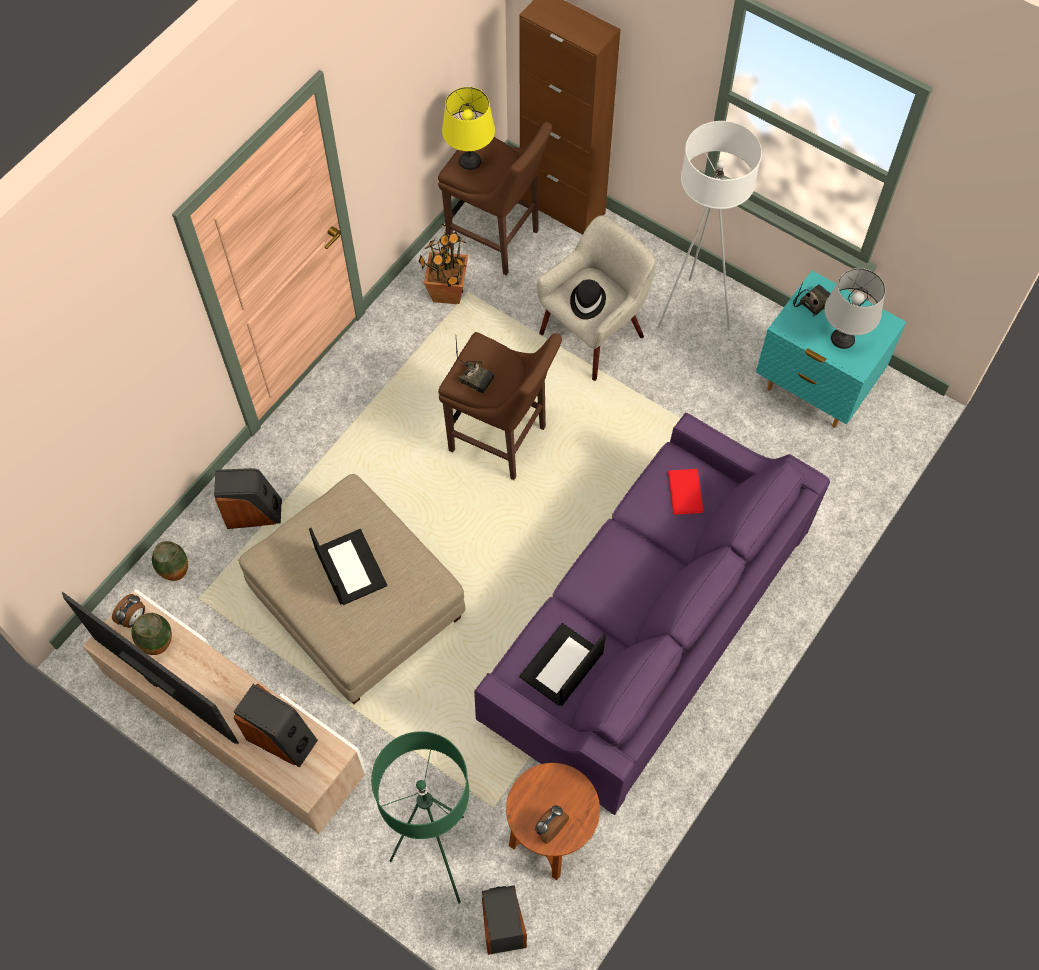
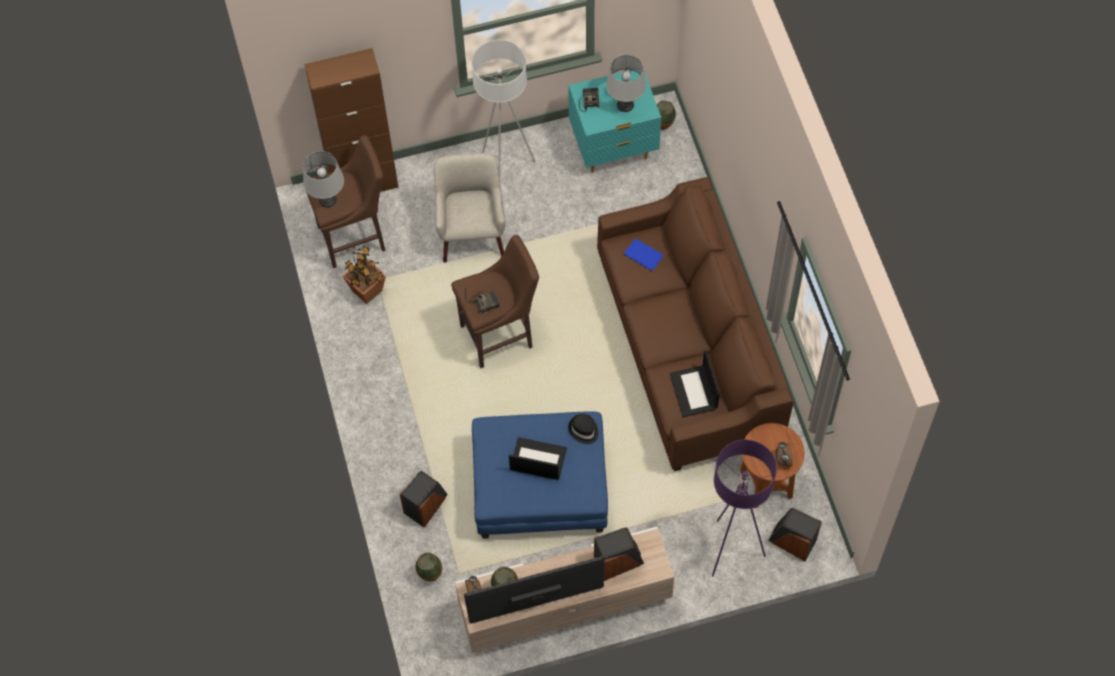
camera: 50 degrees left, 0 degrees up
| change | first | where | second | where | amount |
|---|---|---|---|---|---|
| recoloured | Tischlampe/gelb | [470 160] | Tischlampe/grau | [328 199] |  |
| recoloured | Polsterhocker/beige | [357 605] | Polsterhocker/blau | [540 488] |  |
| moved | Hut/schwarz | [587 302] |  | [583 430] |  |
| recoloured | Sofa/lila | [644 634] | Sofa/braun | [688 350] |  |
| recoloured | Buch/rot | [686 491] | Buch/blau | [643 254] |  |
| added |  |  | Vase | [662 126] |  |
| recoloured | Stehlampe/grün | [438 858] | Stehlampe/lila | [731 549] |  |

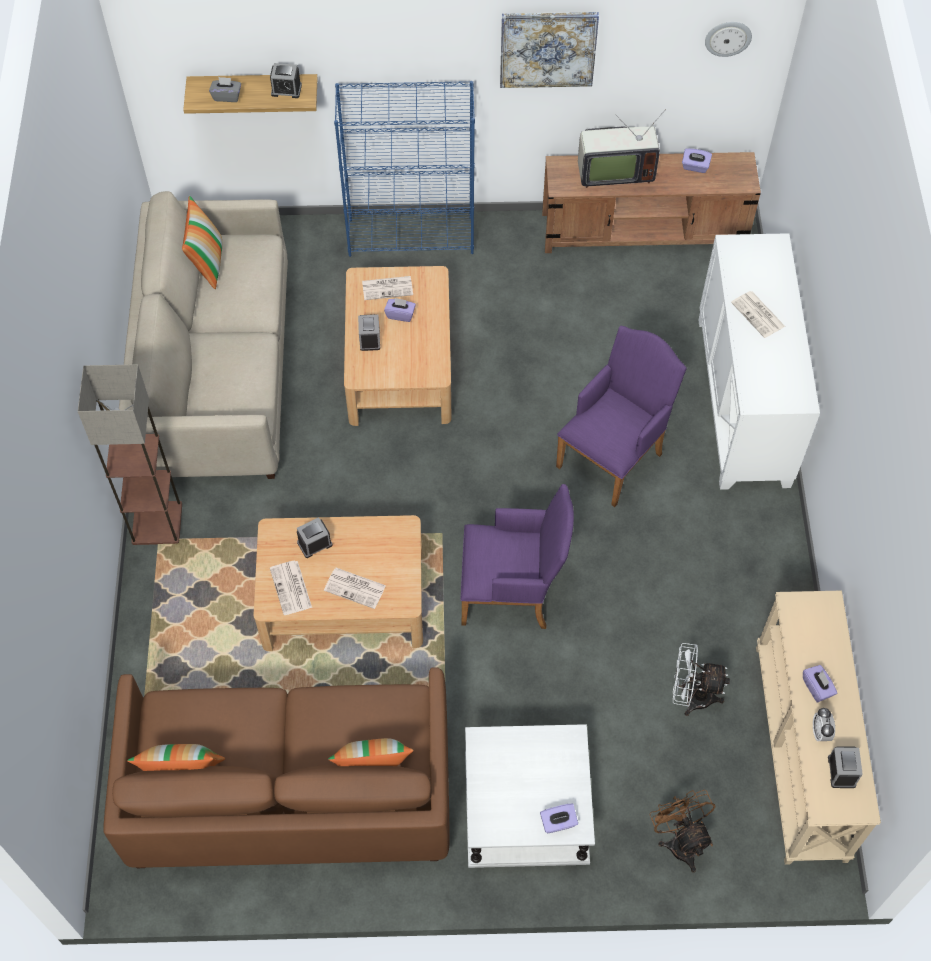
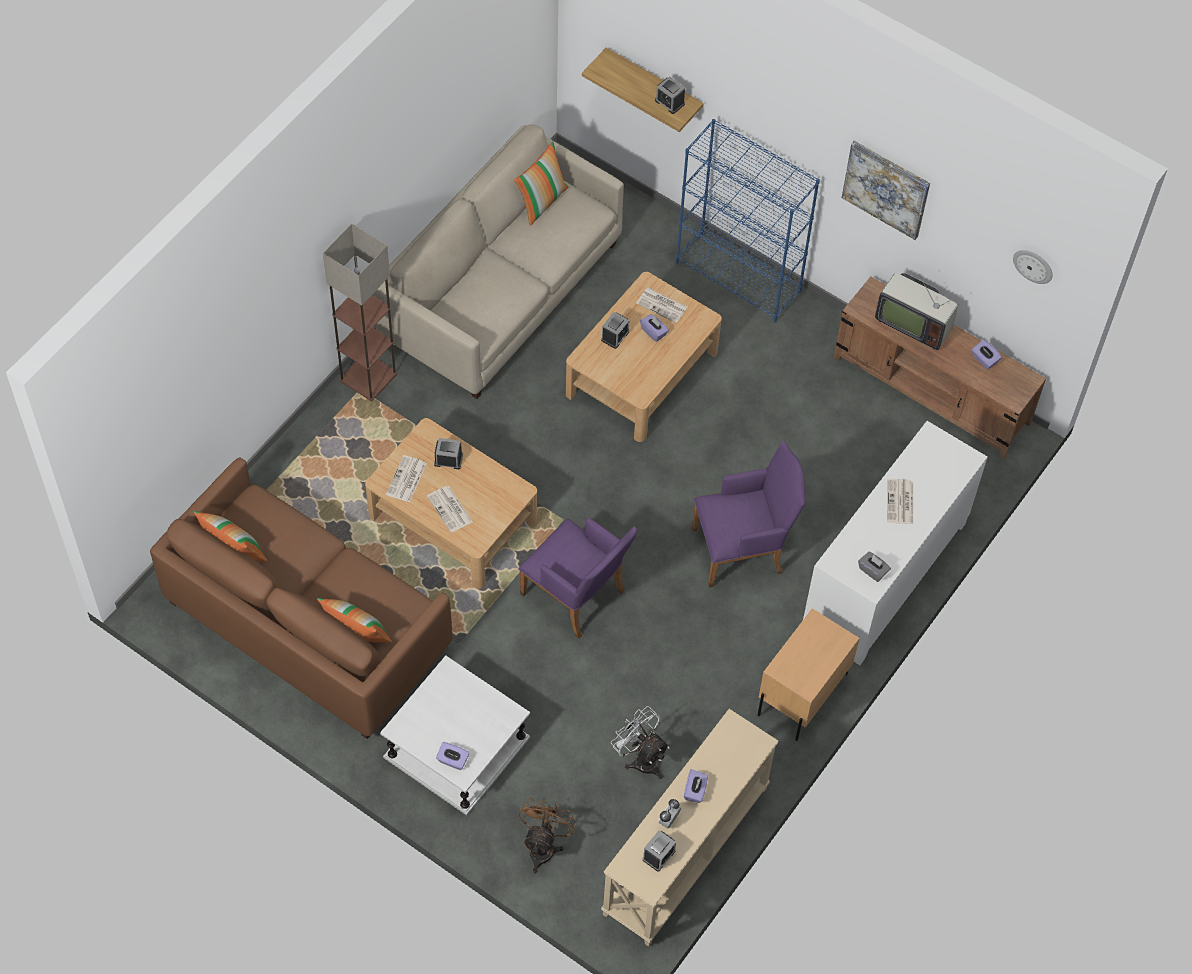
camera: 35 degrees right, 0 degrees up
| change | first | where | second | where | amount |
|---|---|---|---|---|---|
| added |  |  | Nachttisch/beige | [802 694] |  |
| moved | Taschentuchbox/grau | [227 96] |  | [873 570] |  |

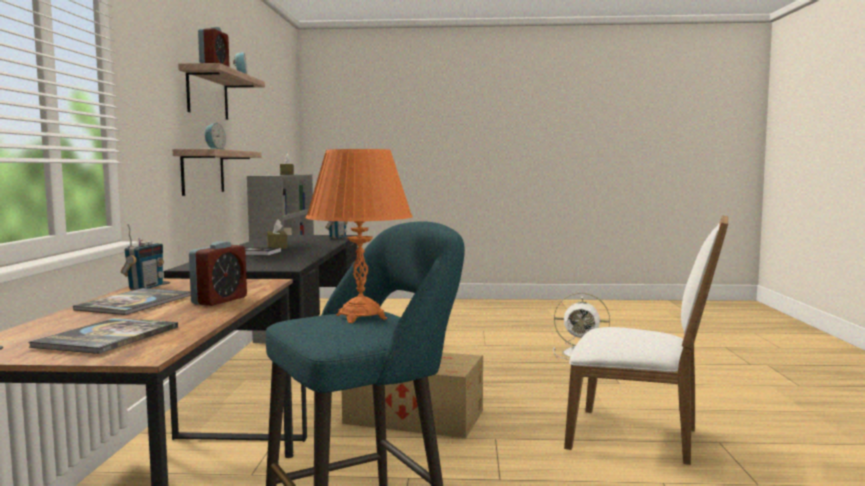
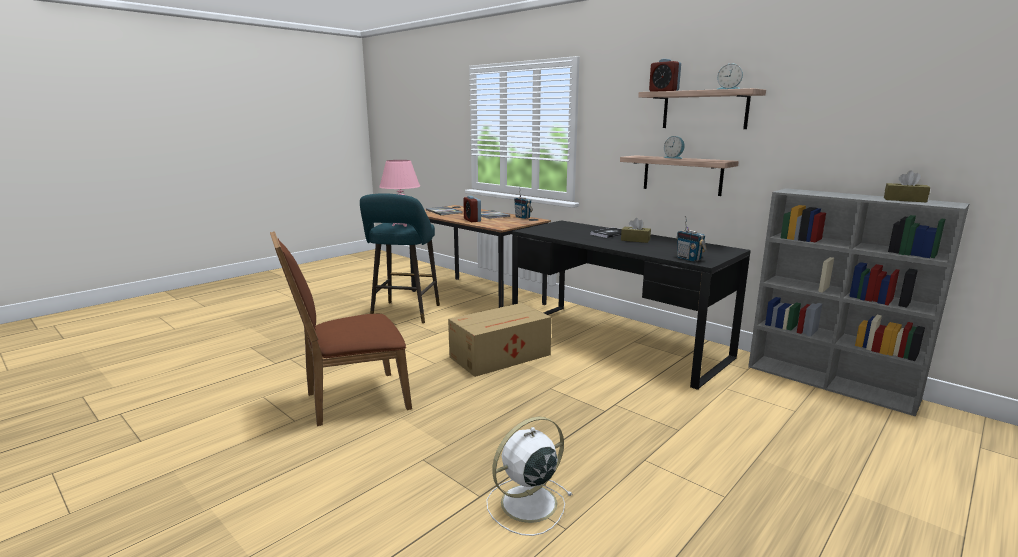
camera: 130 degrees right, 10 degrees up
| change | first | where | second | where | amount |
|---|---|---|---|---|---|
| recoloured | Stuhl/weiß | [641 438] | Stuhl/braun | [351 400] |  |
| recoloured | Tischlampe/orange | [361 317] | Tischlampe/rosa | [402 225] |  |

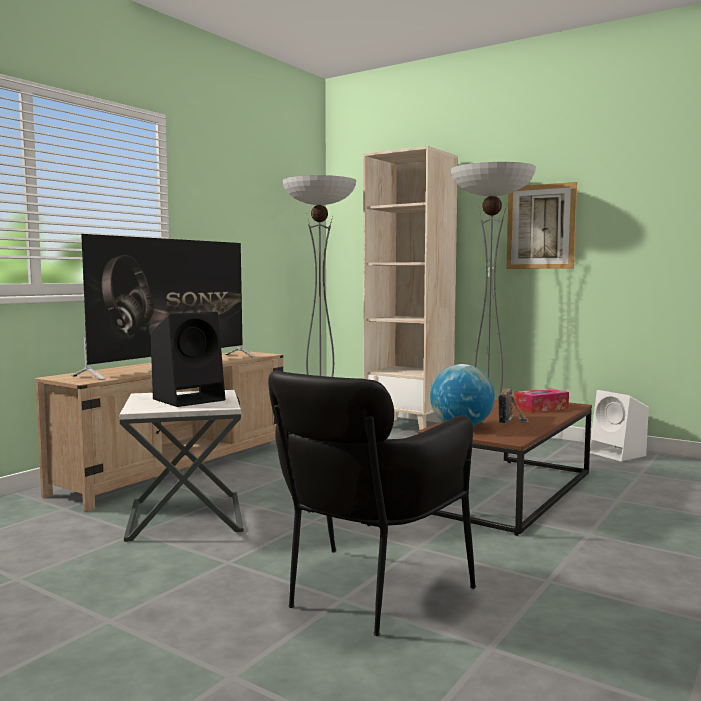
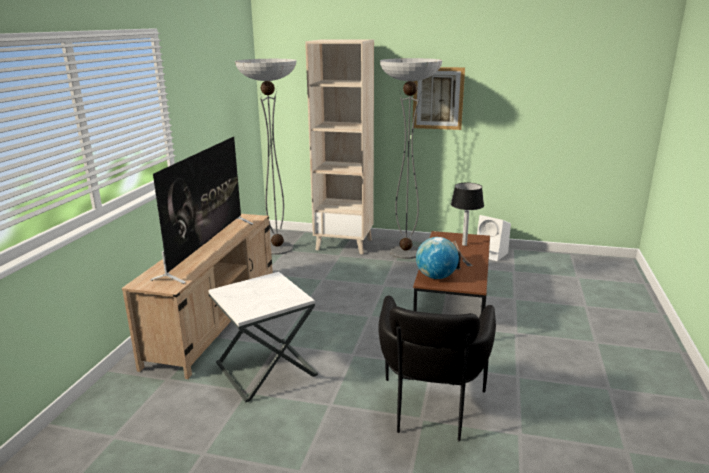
camera: 20 degrees left, 15 degrees up
| change | first | where | second | where | amount |
|---|---|---|---|---|---|
| replaced | Taschentuchbox | [541 408] | Tischlampe | [464 245] |  |
| removed | Lautsprecher/schwarz | [190 399] |  |  |  |

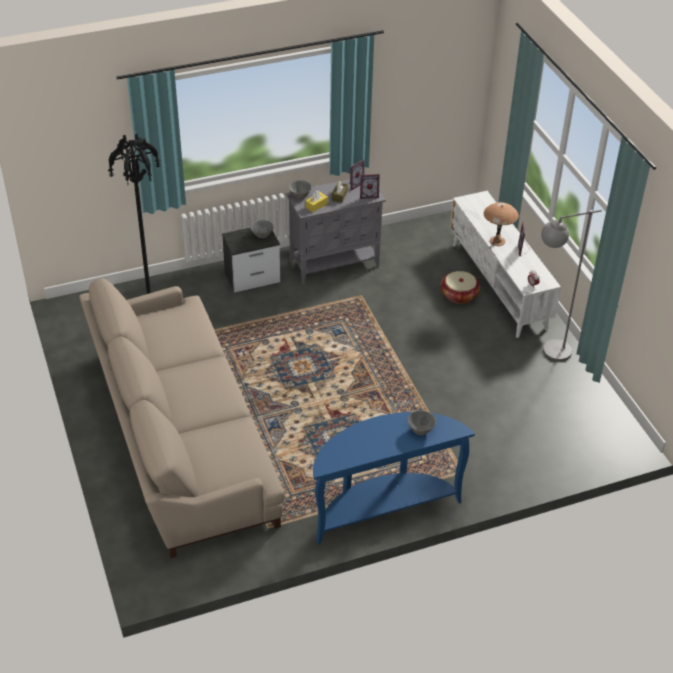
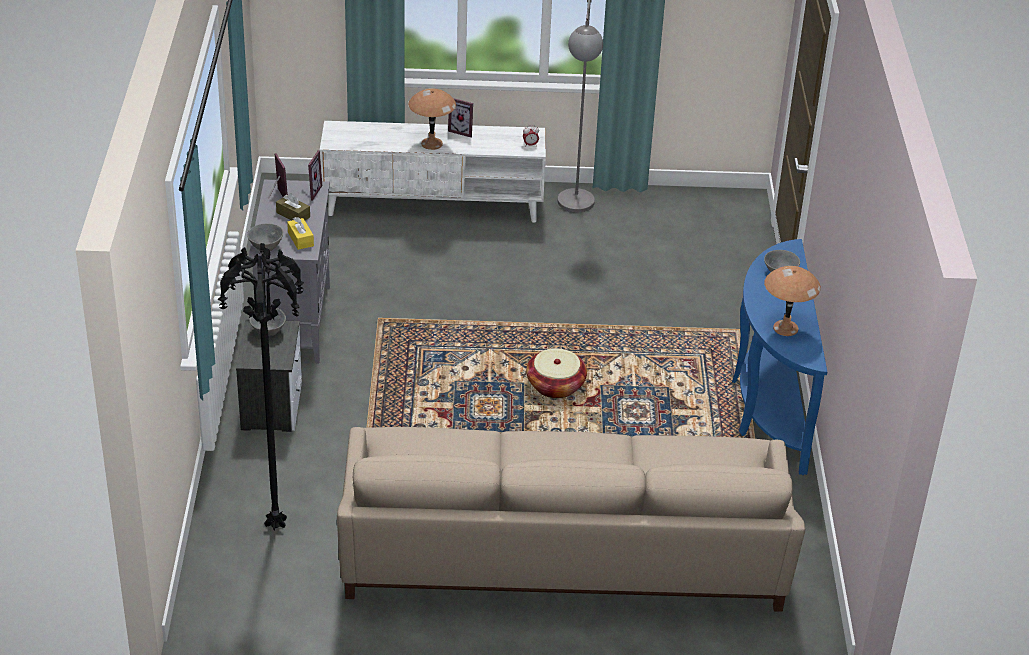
camera: 70 degrees left, 5 degrees down
| change | first | where | second | where | amount |
|---|---|---|---|---|---|
| moved | Korb | [459 295] |  | [555 386] |  |
| added |  |  | Tischlampe/braun | [785 328] |  |

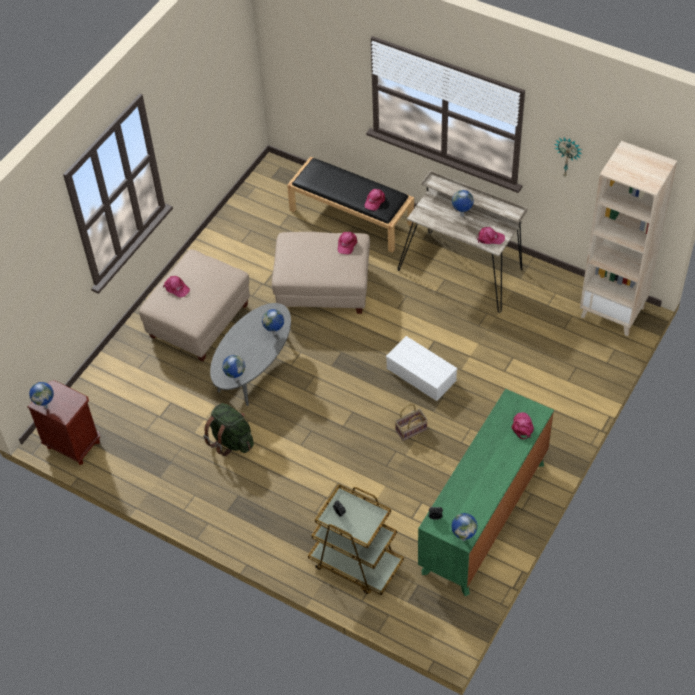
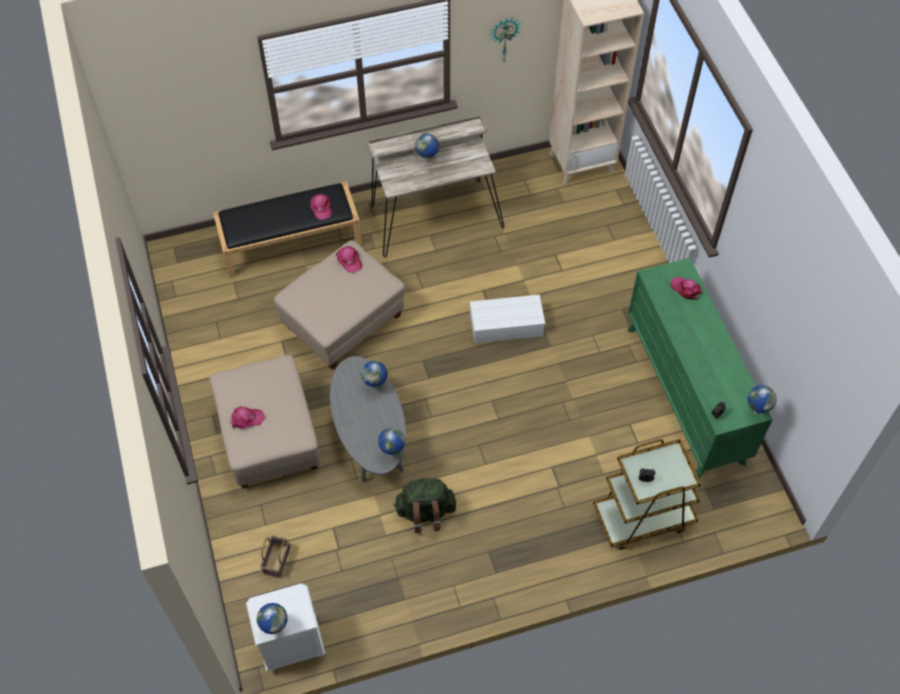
camera: 50 degrees left, 5 degrees up
| change | first | where | second | where | amount |
|---|---|---|---|---|---|
| recoloured | Nachttisch/braun | [73 444] | Nachttisch/weiß | [291 645] |  |
| moved | Korb | [410 430] |  | [277 561] |  |
| removed | Kappe/rosa | [490 238] |  |  |  |

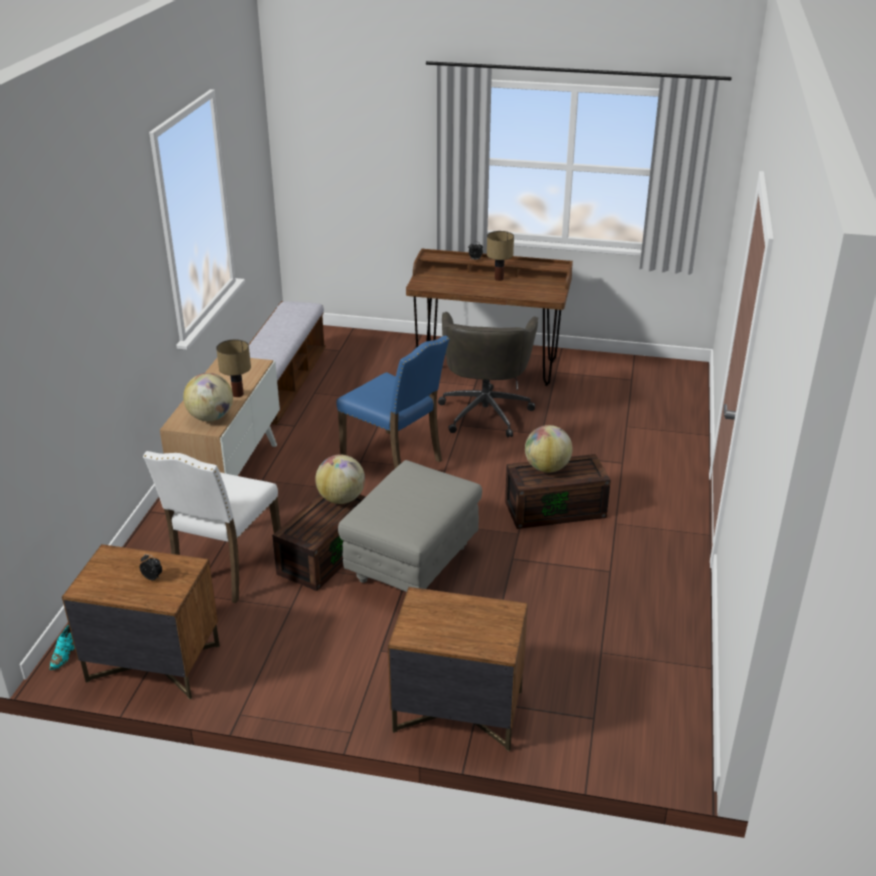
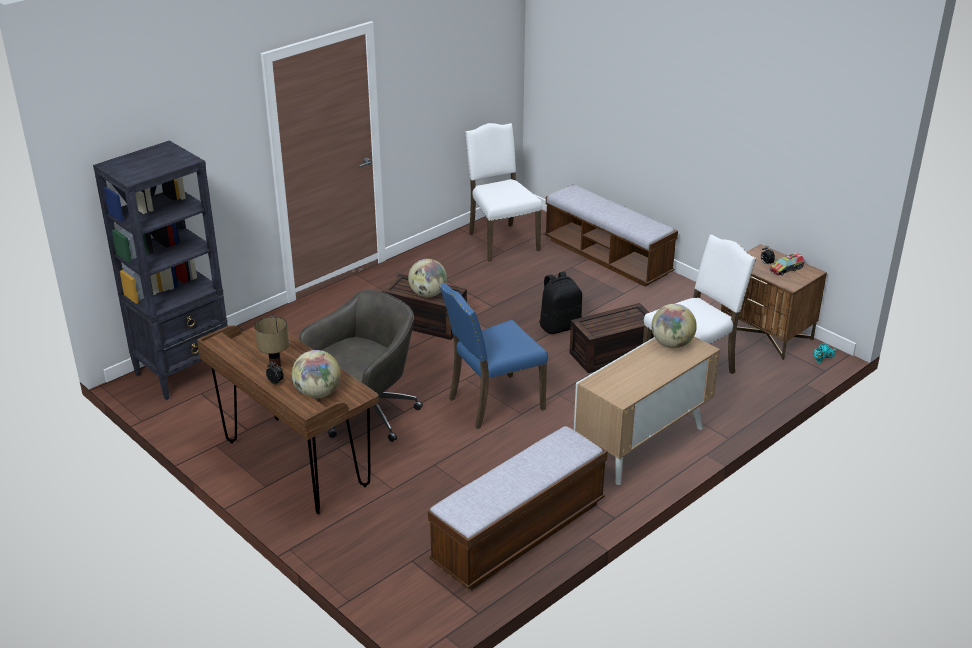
camera: 145 degrees left, 0 degrees up
| change | first | where | second | where | amount |
|---|---|---|---|---|---|
| added |  |  | Bücherregal/schwarz | [185 372] |  |
| moved | Globus | [341 499] |  | [317 393] |  |
| turned | Stuhl/blau | [395 460] |  | [493 403] | 105 degrees counterclockwise |
| added |  |  | Stuhl/weiß | [501 241] |  |
| replaced | Polsterhocker/grau | [413 565] | Rucksack/schwarz | [559 326] |  |
| replaced | Nachttisch/braun | [457 711] | Bank | [607 257] |  |
| added |  |  | Spielzeuglaster | [786 269] |  |
| removed | Tischlampe | [237 394] |  |  |  |

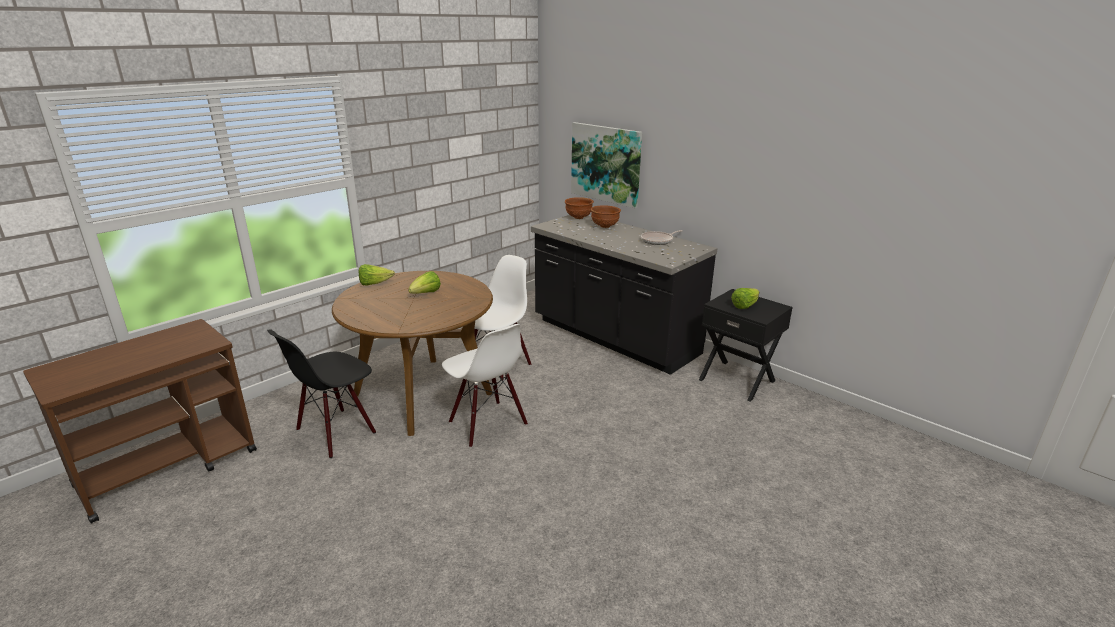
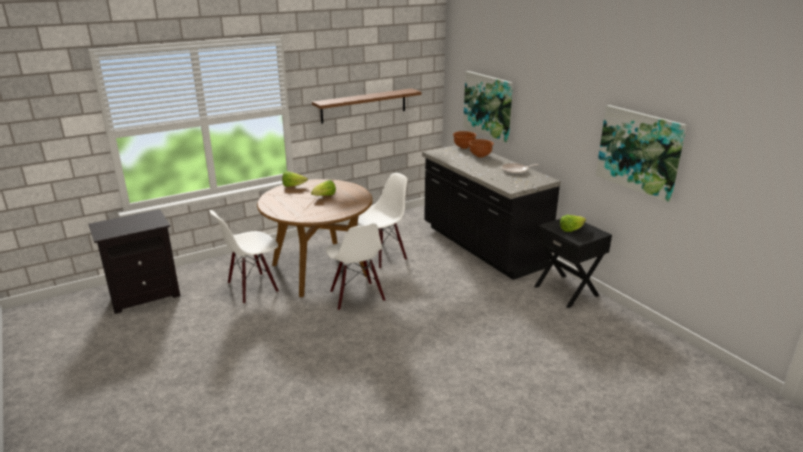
camera: 15 degrees right, 0 degrees up
| change | first | where | second | where | amount |
|---|---|---|---|---|---|
| replaced | Rollwagen/braun | [169 467] | Nachttisch/schwarz | [144 295] |  |
| recoloured | Stuhl/schwarz | [336 432] | Stuhl/weiß | [252 288] |  |
| added |  |  | Wandregal/braun | [364 105] |  |
| added |  |  | Bild | [639 151] |  |

